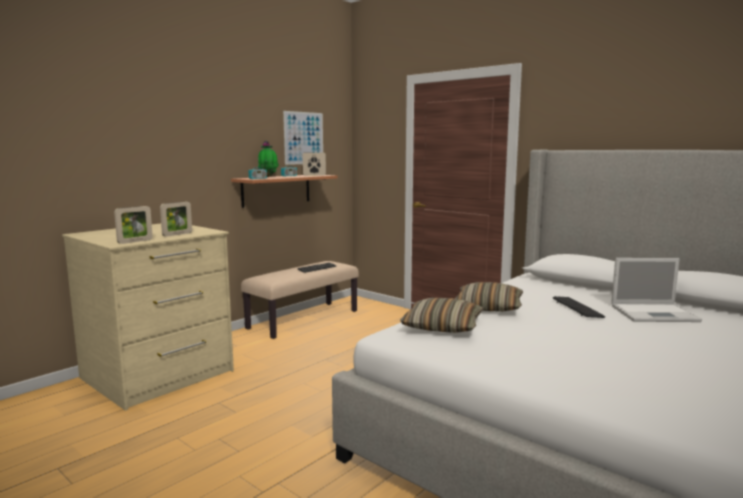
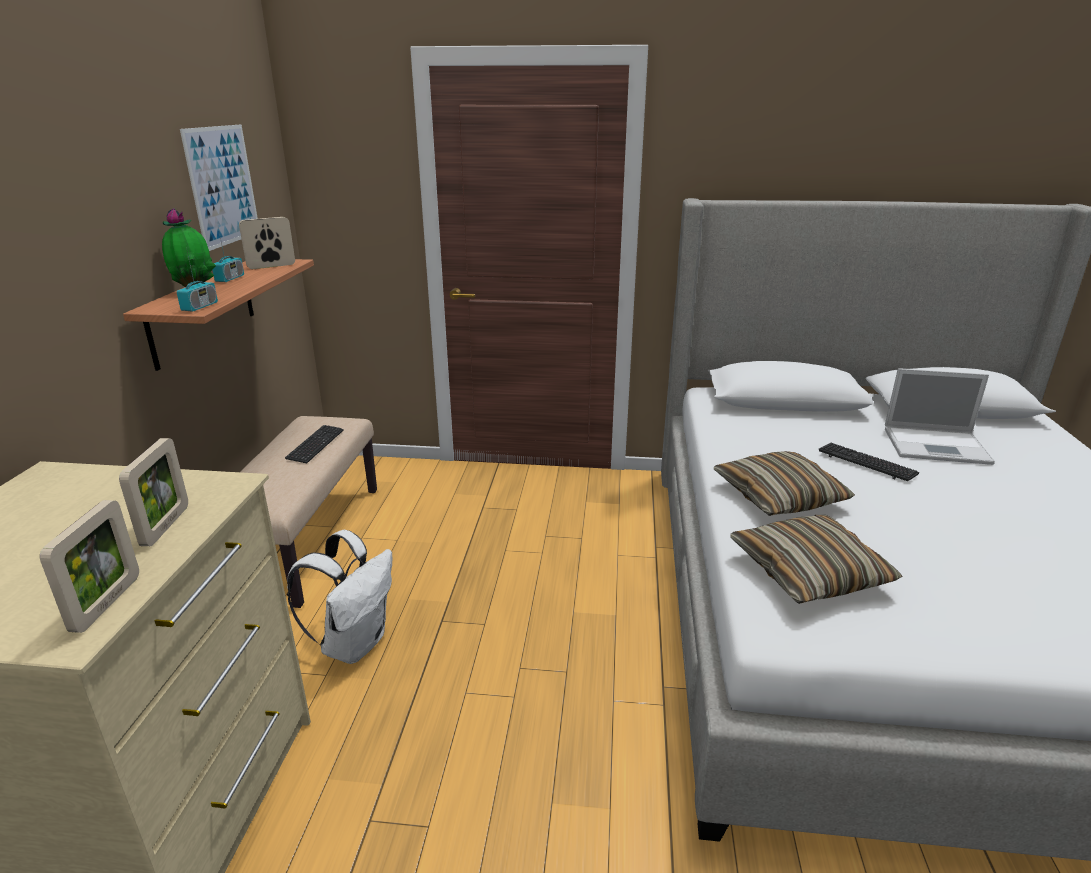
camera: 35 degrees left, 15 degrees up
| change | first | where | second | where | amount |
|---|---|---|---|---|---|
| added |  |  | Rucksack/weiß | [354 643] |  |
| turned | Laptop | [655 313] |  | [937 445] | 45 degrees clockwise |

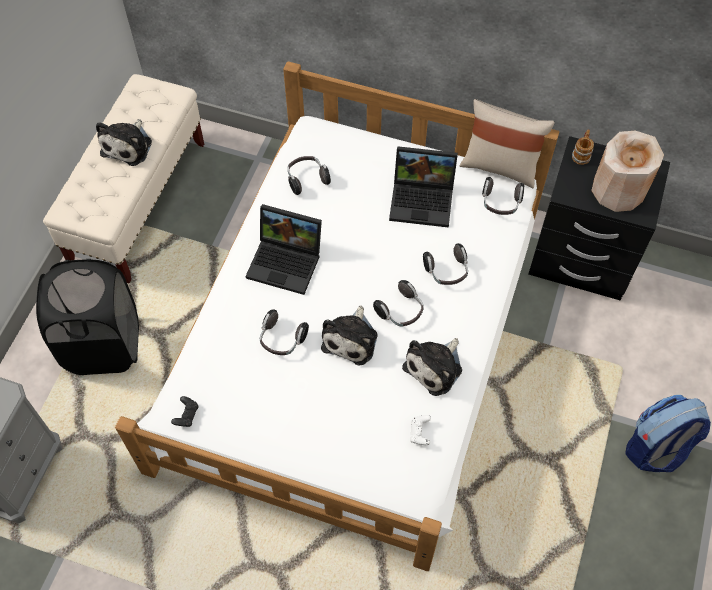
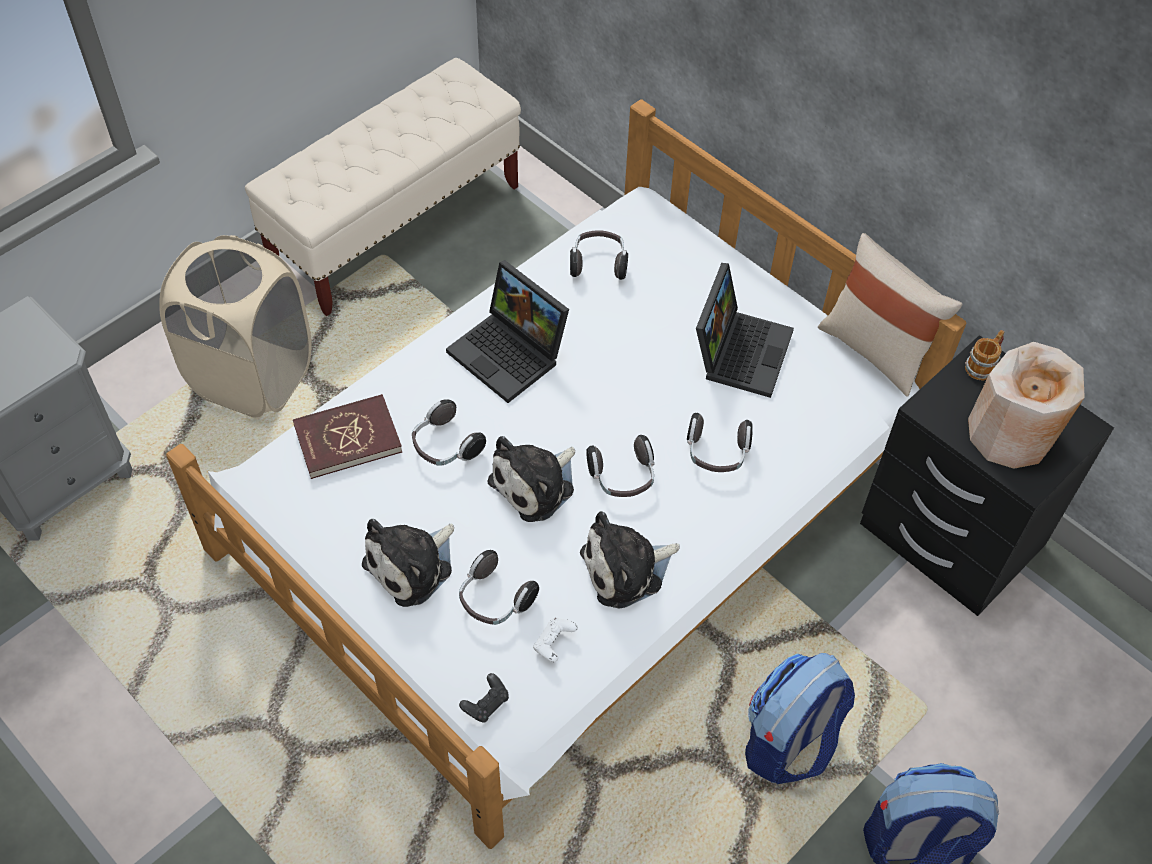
camera: 25 degrees right, 5 degrees down
| change | first | where | second | where | amount |
|---|---|---|---|---|---|
| recoloured | Wäschekorb/schwarz | [104 345] | Wäschekorb/beige | [252 377] |  |
| added |  |  | Buch/rot | [347 438] |  |
| moved | Plüschtier | [128 146] |  | [412 565] |  |
| moved | Kopfhörer | [500 203] |  | [494 600] |  |
| moved | Gamepad/schwarz | [186 415] |  | [486 703] |  |
| turned | Laptop | [423 200] |  | [739 350] | 105 degrees counterclockwise |
| added |  |  | Rucksack | [788 743] |  |

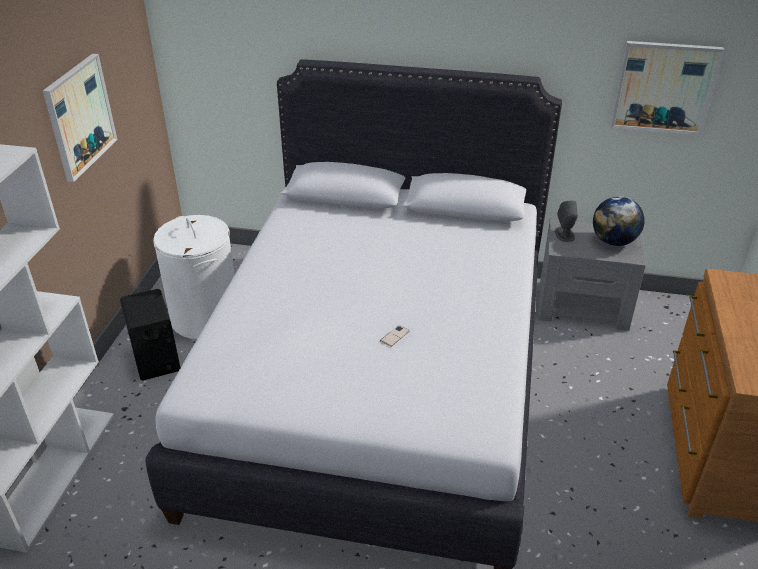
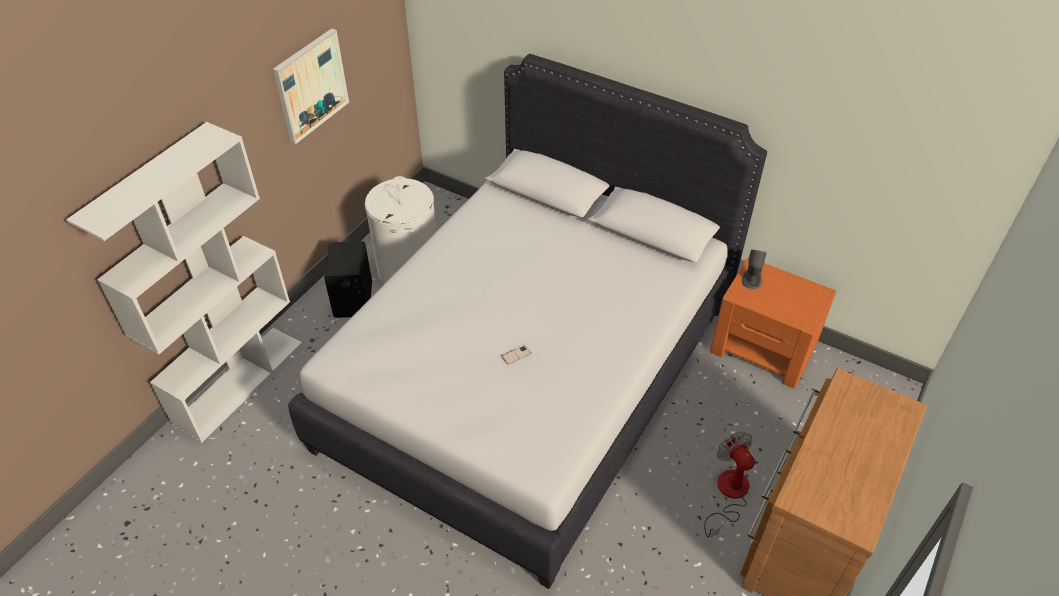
camera: 20 degrees right, 10 degrees up
| change | first | where | second | where | amount |
|---|---|---|---|---|---|
| added |  |  | Ventilator | [729 494] |  |
| recoloured | Nachttisch/grau | [583 305] | Nachttisch/orange | [764 348] |  |
| removed | Globus | [614 241] |  |  |  |
| removed | Bild | [664 87] |  |  |  |

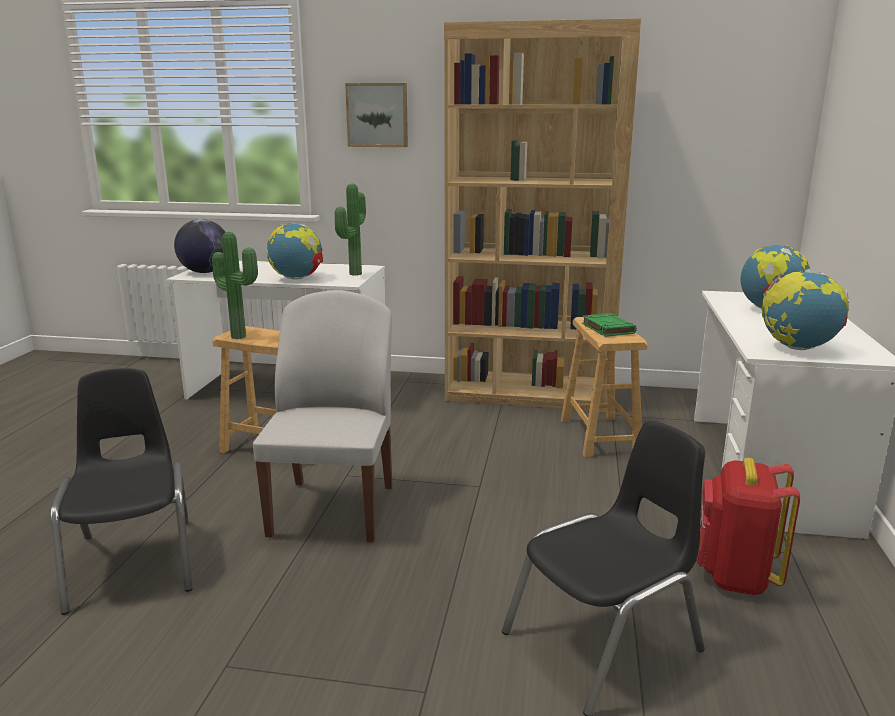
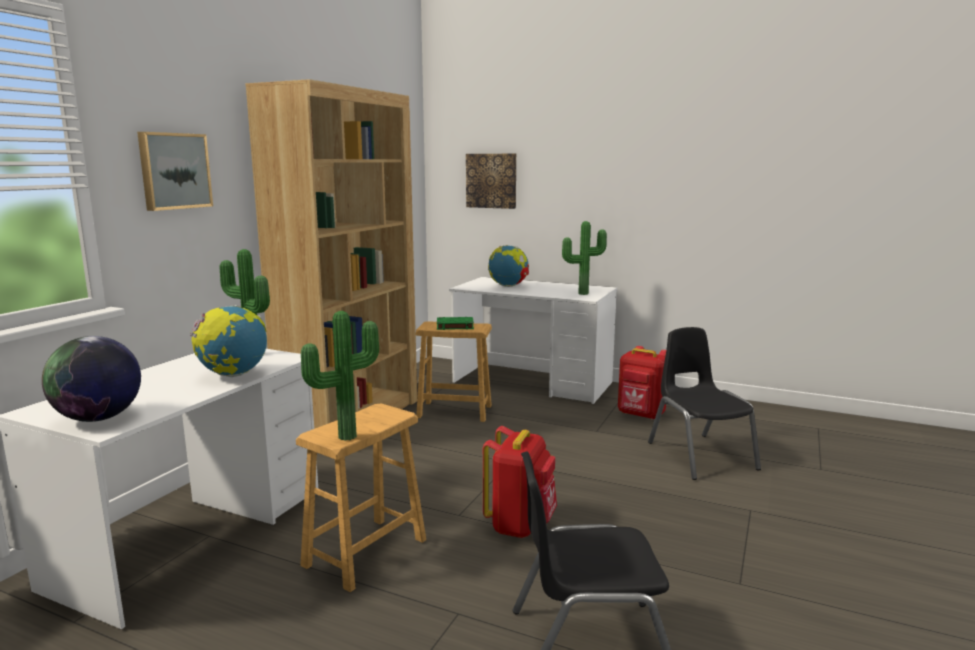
camera: 75 degrees left, 5 degrees down
| change | first | where | second | where | amount |
|---|---|---|---|---|---|
| added |  |  | Bild | [491 180] |  |
| replaced | Stuhl/weiß | [334 508] | Rucksack/rot | [520 525] |  |
| replaced | Globus | [797 348] | Topfpflanze | [582 293] |  |

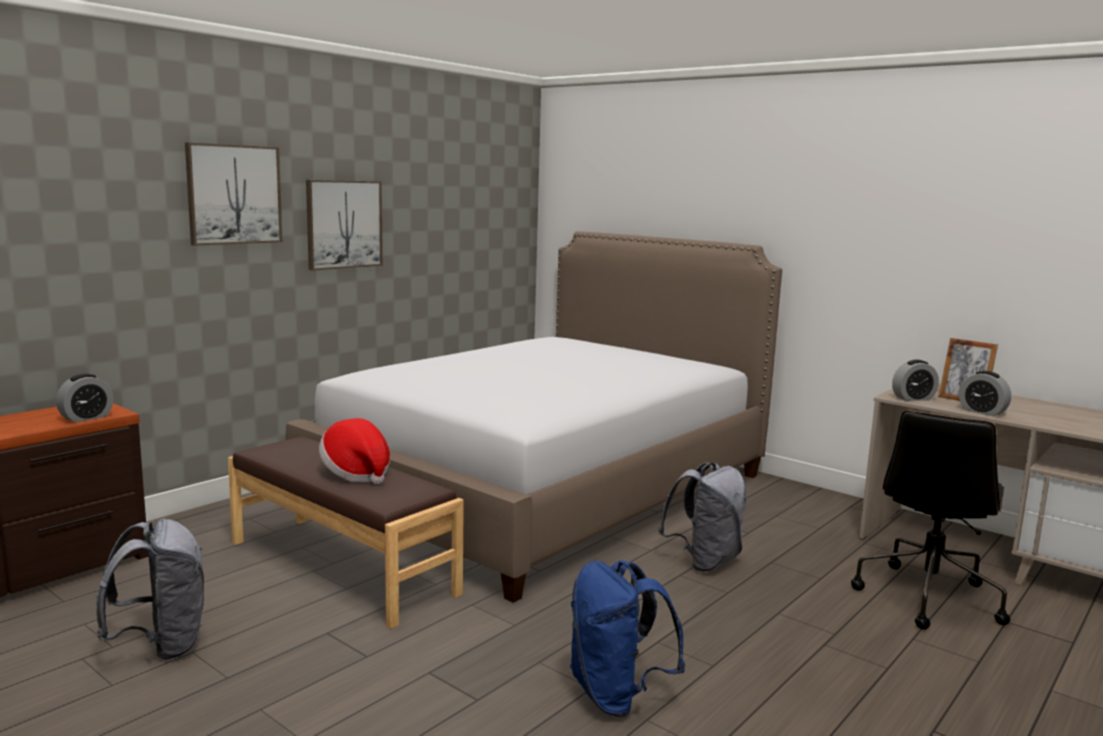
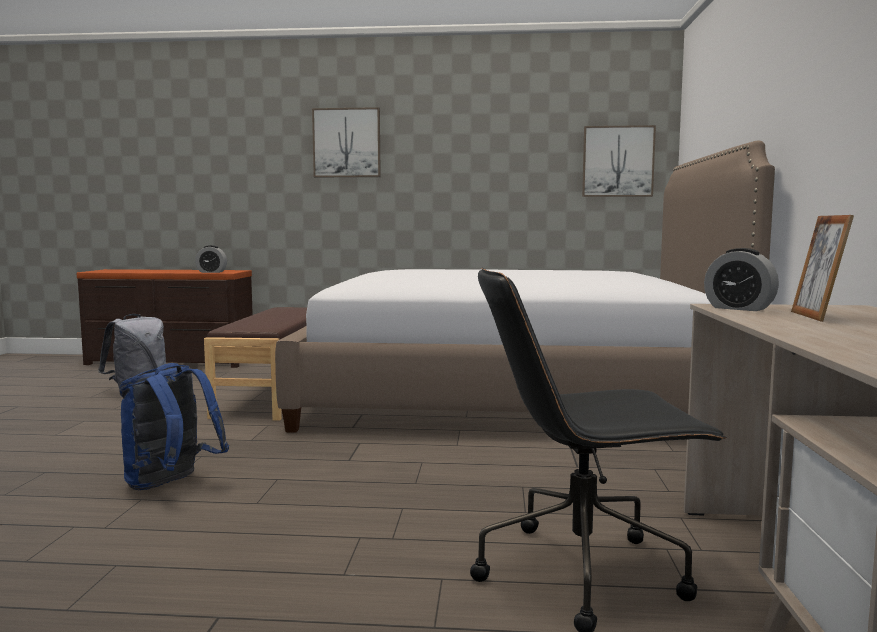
camera: 55 degrees right, 5 degrees down
| change | first | where | second | where | amount |
|---|---|---|---|---|---|
| moved | Bild | [344 224] |  | [618 161] |  |
| removed | Hut | [356 474] |  |  |  |
| removed | Rucksack/grau | [704 561] |  |  |  |
| removed | Wecker | [982 412] |  |  |  |

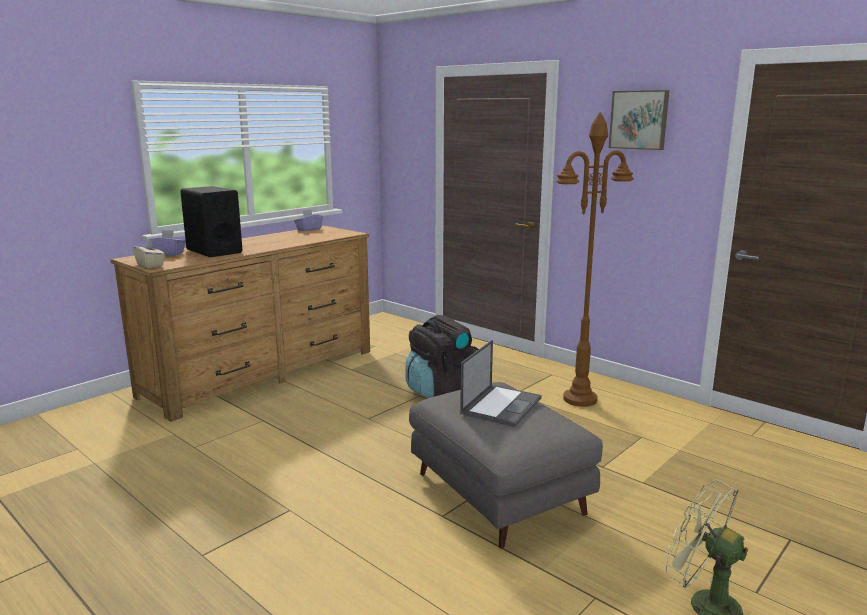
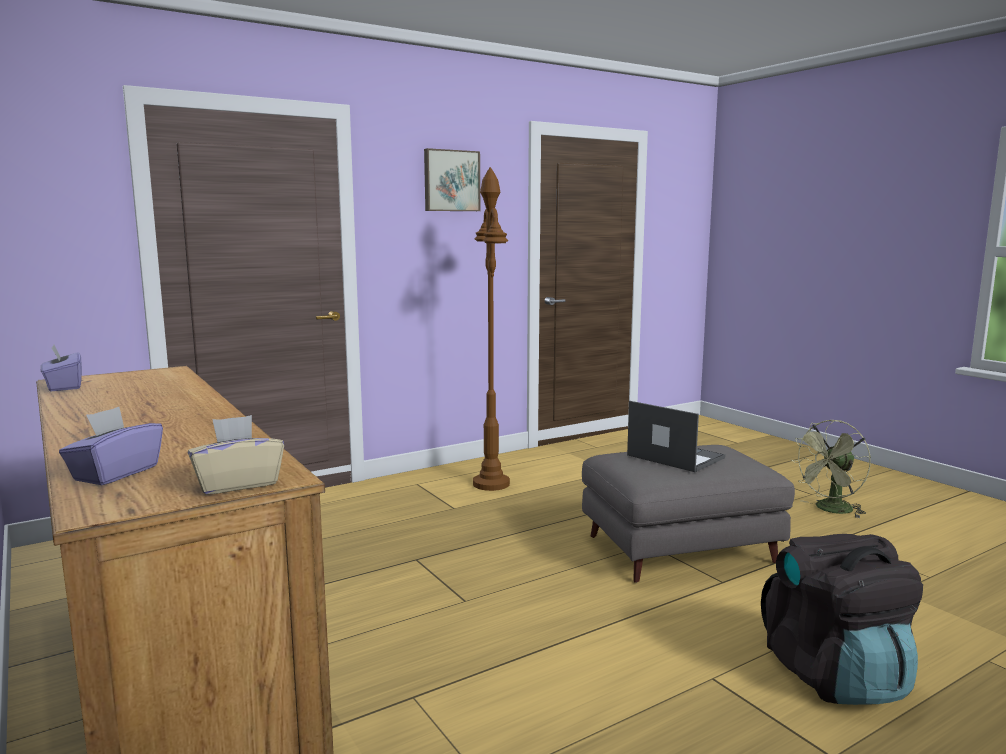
camera: 75 degrees left, 5 degrees down
| change | first | where | second | where | amount |
|---|---|---|---|---|---|
| moved | Rucksack/schwarz | [441 389] |  | [835 675] |  |
| removed | Lautsprecher/schwarz | [214 251] |  |  |  |

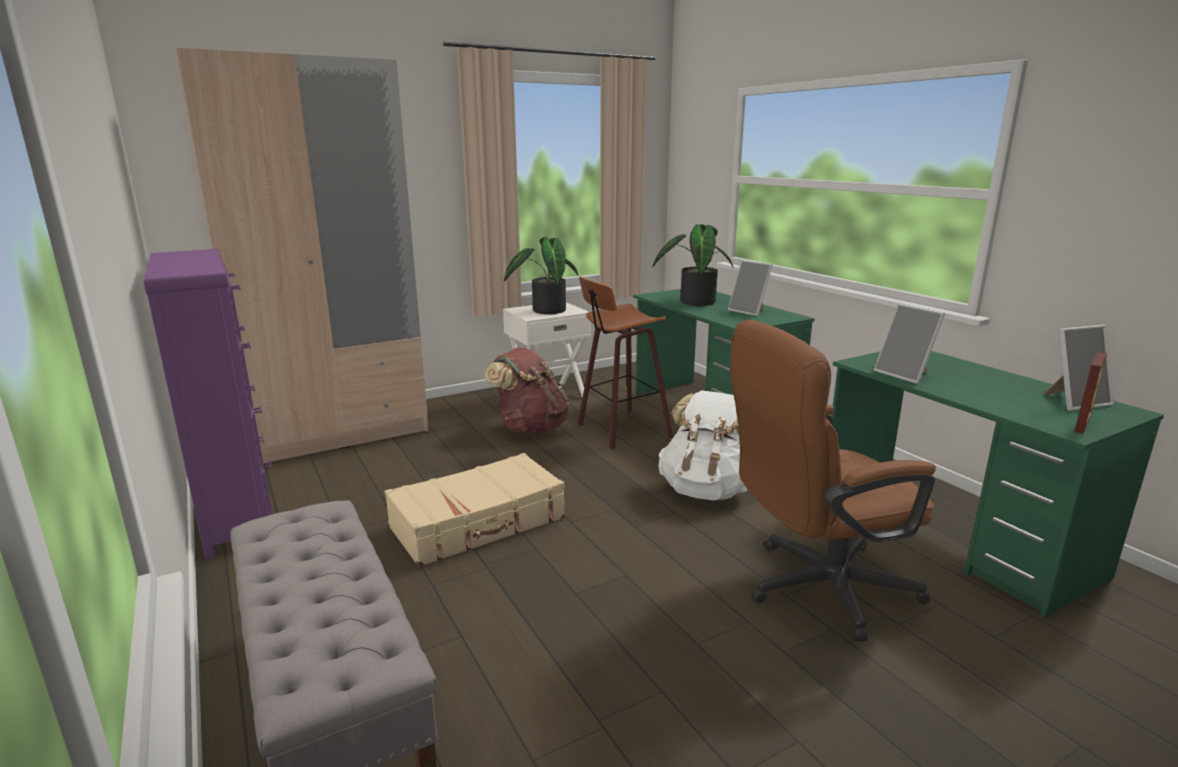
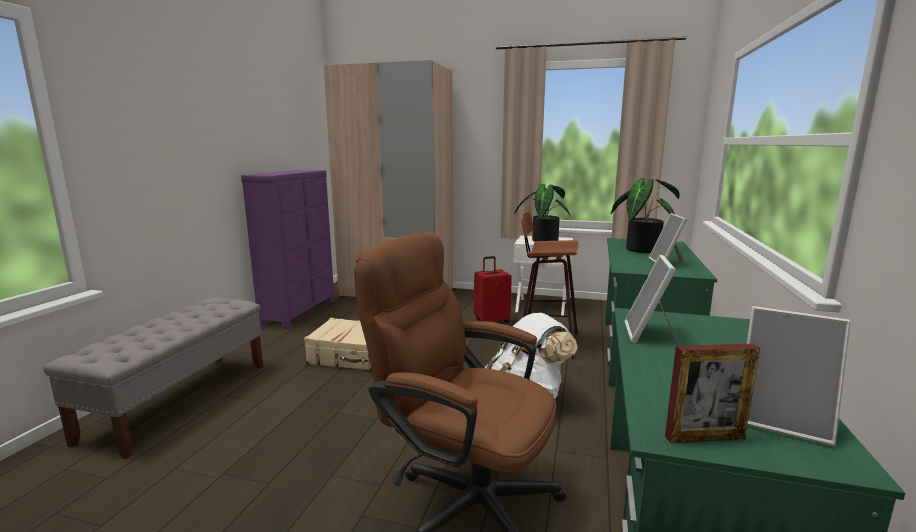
camera: 45 degrees right, 5 degrees down
| change | first | where | second | where | amount |
|---|---|---|---|---|---|
| replaced | Rucksack/braun | [530 428] | Koffer/rot | [491 321] |  |

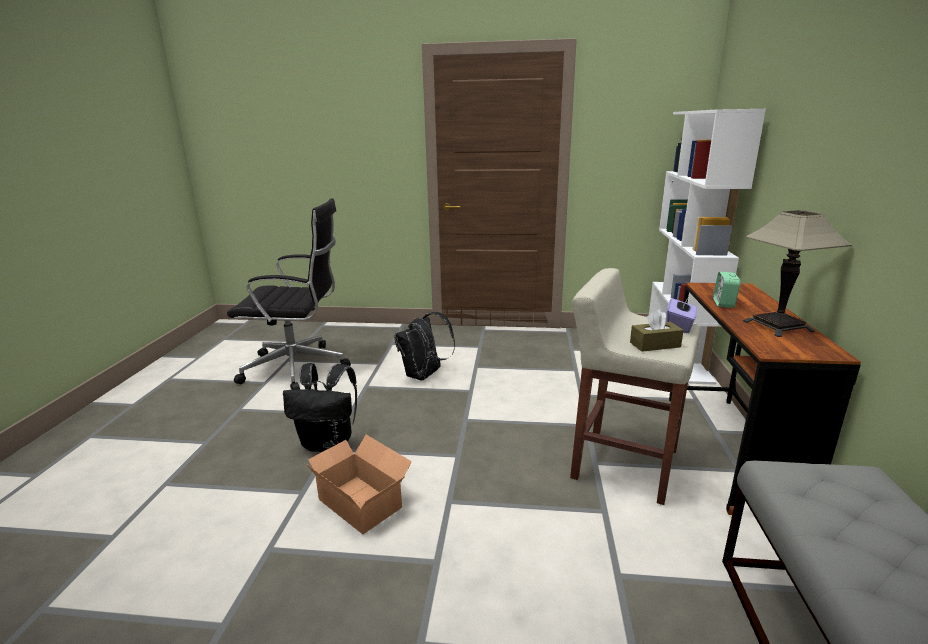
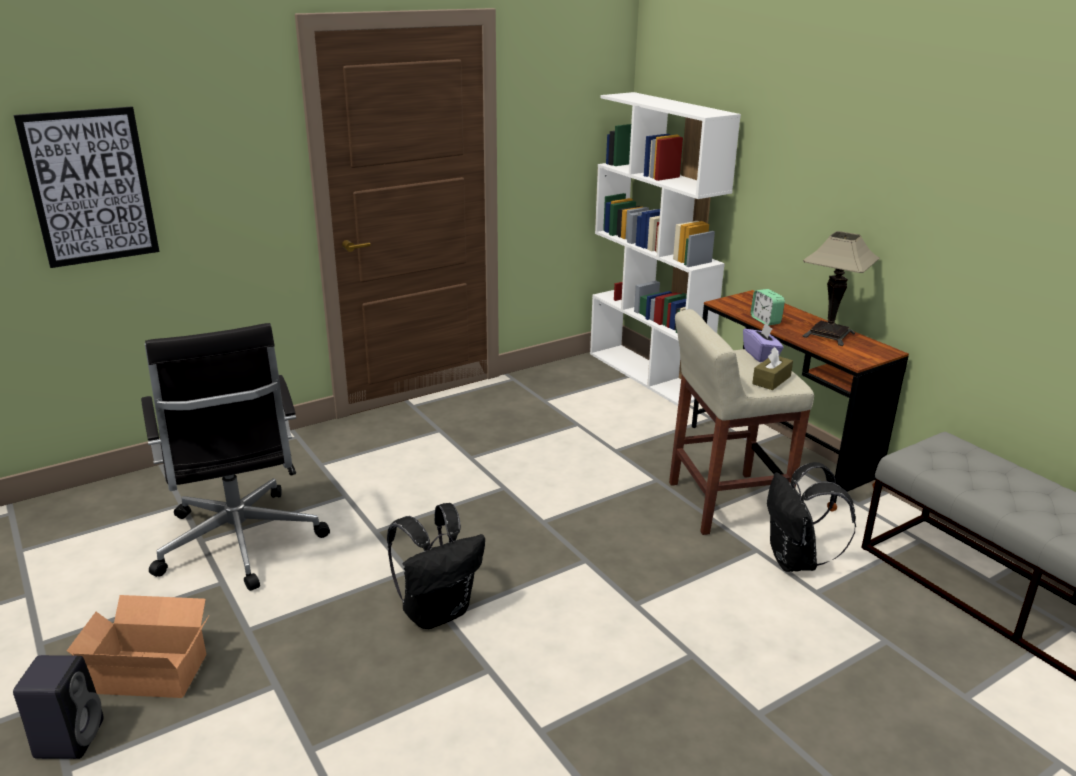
camera: 40 degrees left, 5 degrees up
| change | first | where | second | where | amount |
|---|---|---|---|---|---|
| added |  |  | Lautsprecher/schwarz | [70 737] |  |
| added |  |  | Bild | [90 187] |  |
| moved | Karton | [361 501] |  | [150 670] |  |
| turned | Bürostuhl/schwarz | [299 368] |  | [240 544] | 105 degrees clockwise |
| moved | Rucksack/schwarz | [424 376] |  | [795 561] |  |

